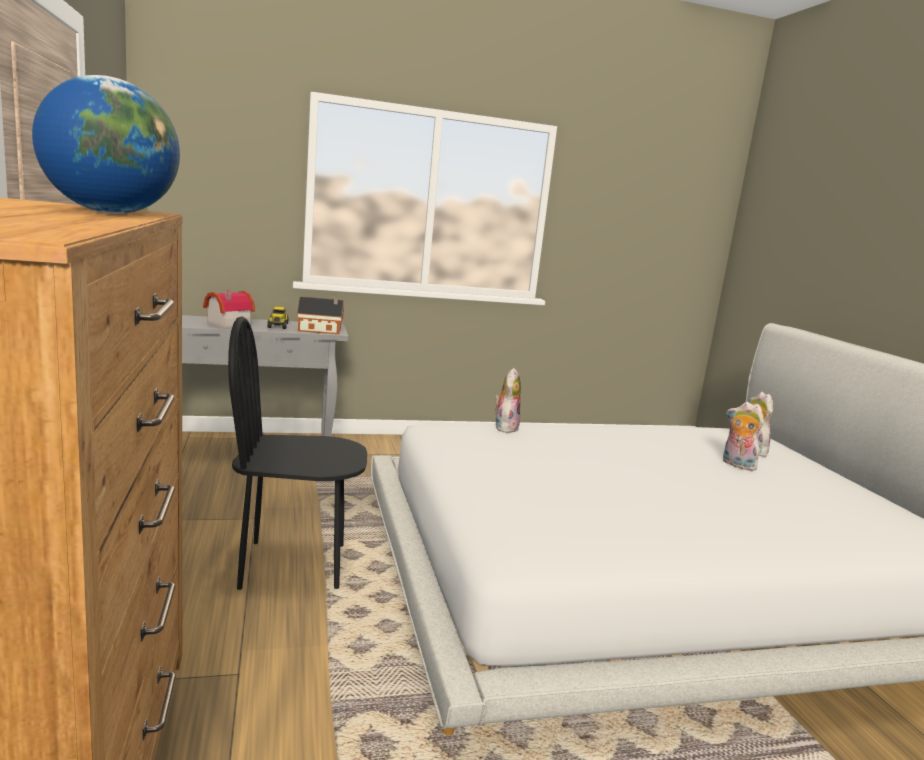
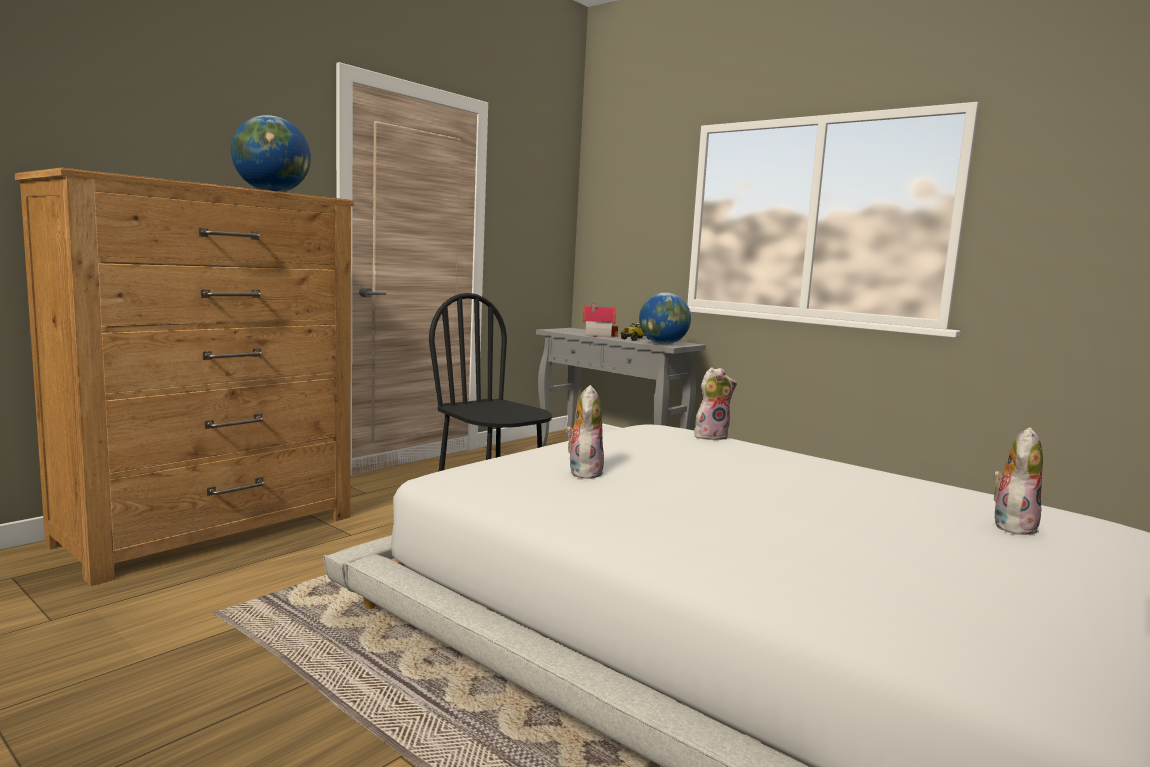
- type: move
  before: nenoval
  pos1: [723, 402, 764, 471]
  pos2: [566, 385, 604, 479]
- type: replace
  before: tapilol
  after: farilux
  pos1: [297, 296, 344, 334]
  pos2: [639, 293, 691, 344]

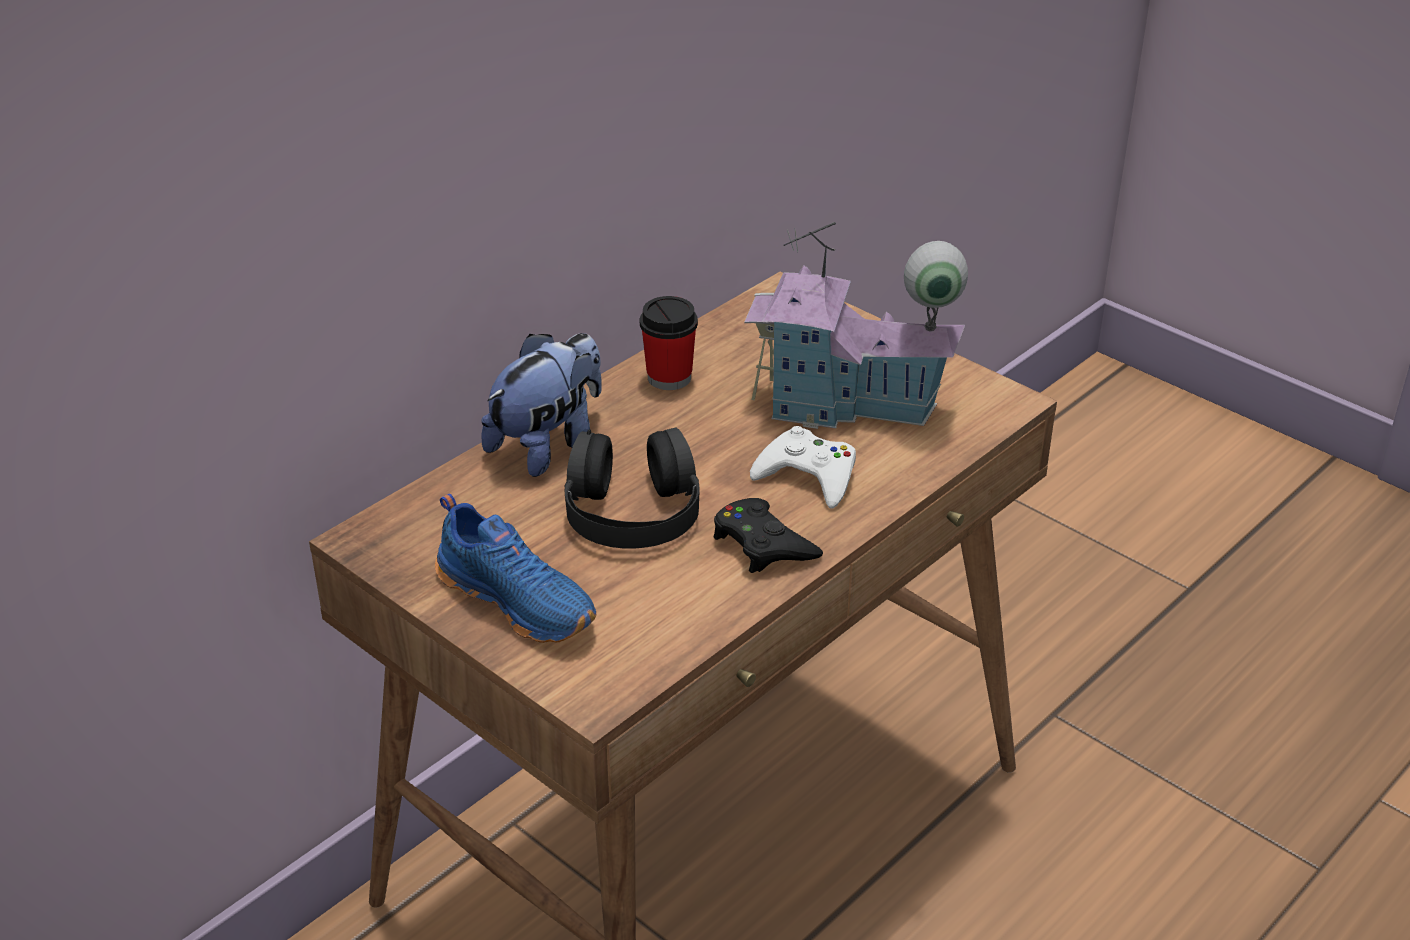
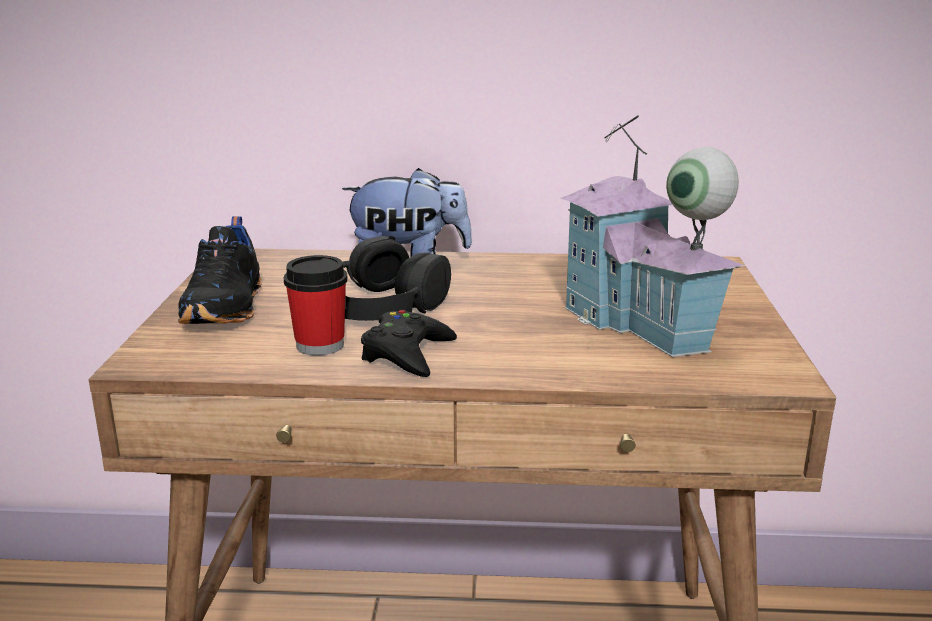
- type: delete
  before: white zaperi
  pos1: [750, 426, 856, 509]
- type: move
  before: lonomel
  pos1: [640, 296, 698, 390]
  pos2: [284, 255, 348, 356]
- type: recolor
  before: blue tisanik
  after: black tisanik
  pos1: [435, 493, 596, 643]
  pos2: [178, 216, 261, 324]

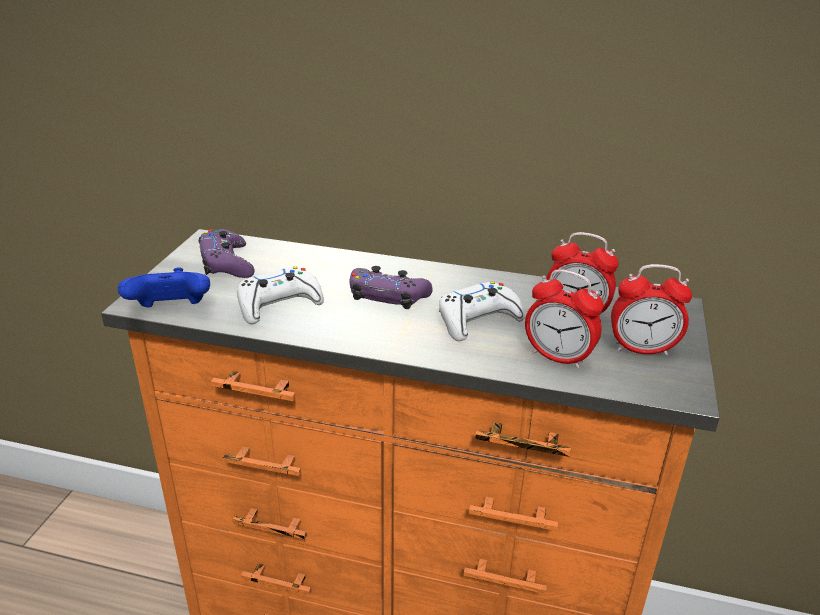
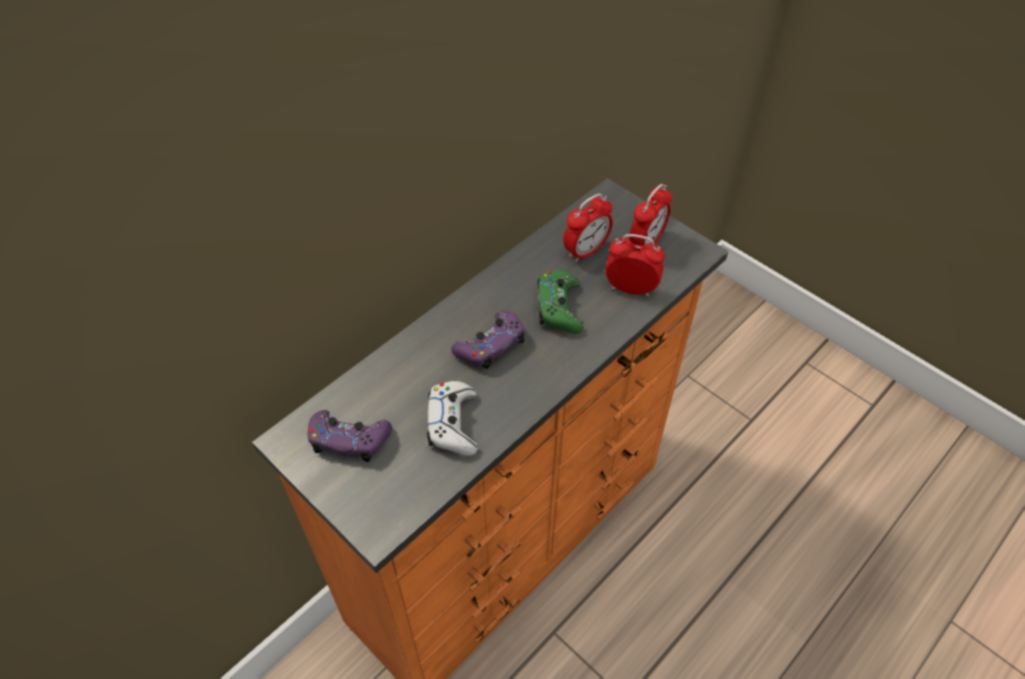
- type: delete
  before: blue zaperi
  pos1: [118, 268, 210, 307]
- type: recolor
  before: white zaperi
  after: green zaperi
  pos1: [439, 281, 525, 341]
  pos2: [537, 270, 584, 334]
- type: rotate
  before: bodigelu
  pos1: [525, 269, 604, 369]
  pos2: [605, 234, 665, 297]
  turn: -135

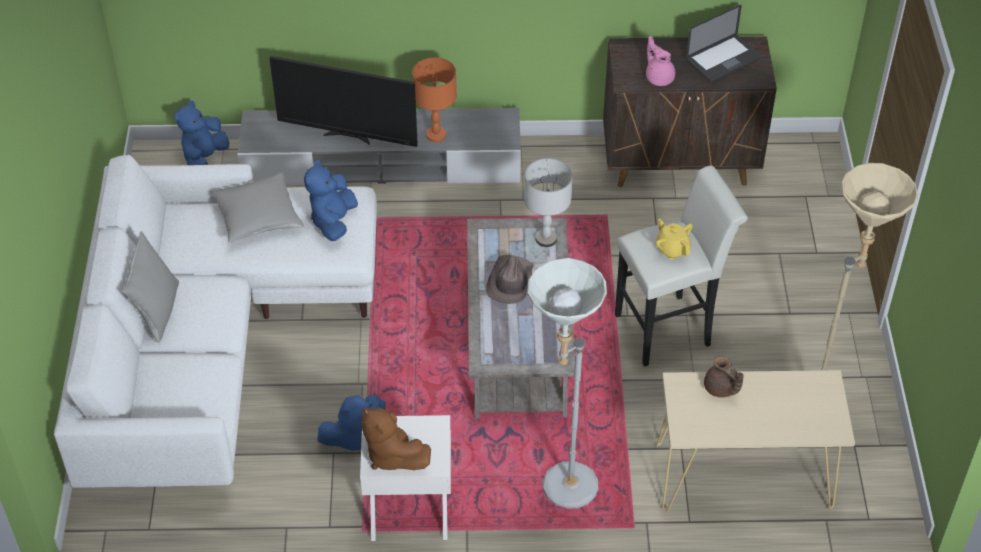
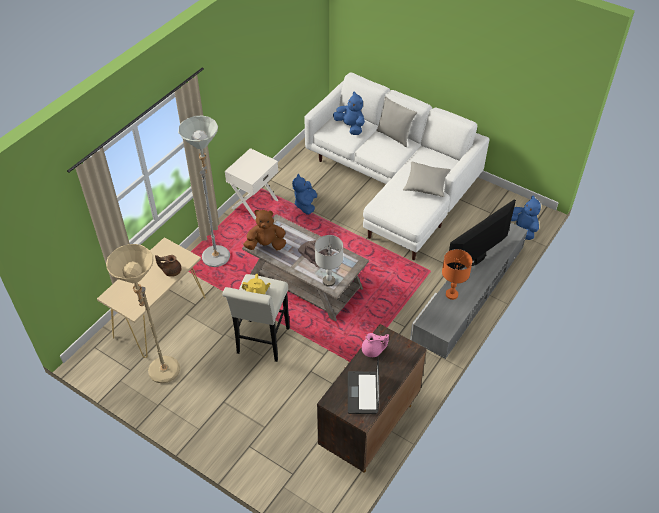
- type: move
  before: blue nenoval
  pos1: [304, 160, 358, 241]
  pos2: [333, 92, 365, 135]
- type: move
  before: brown nenoval
  pos1: [361, 406, 431, 470]
  pos2: [243, 210, 286, 251]

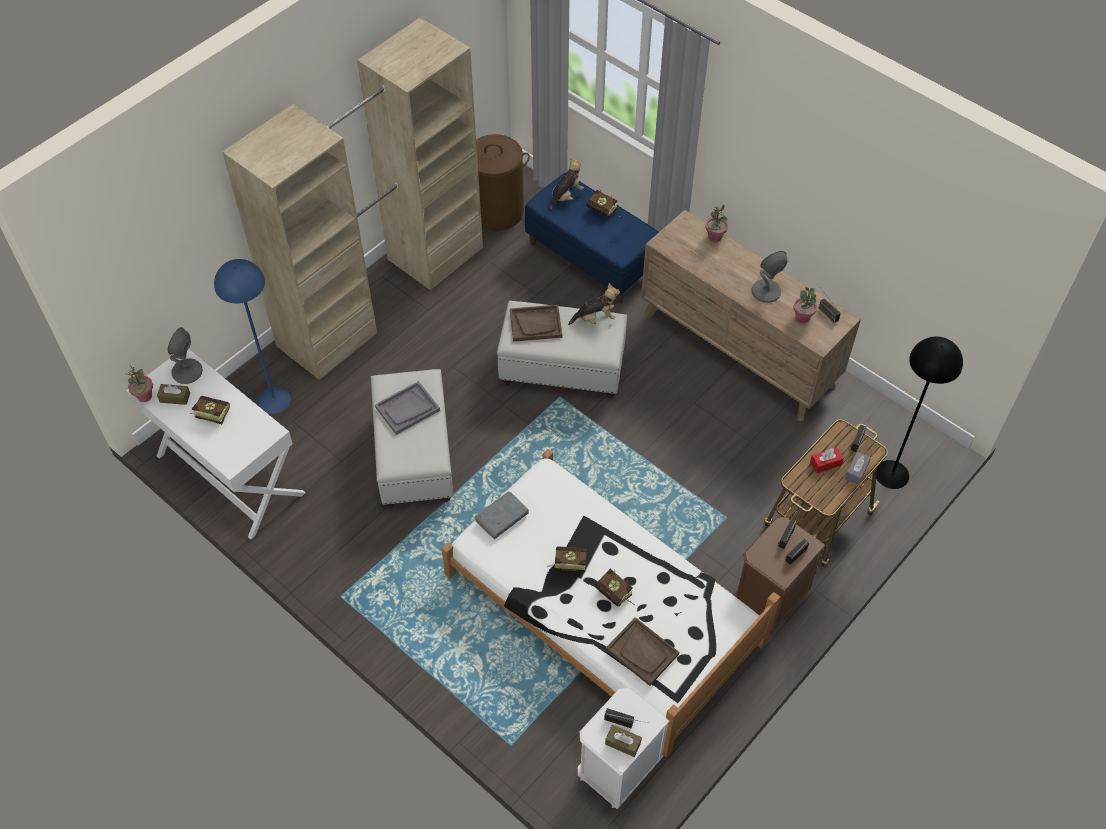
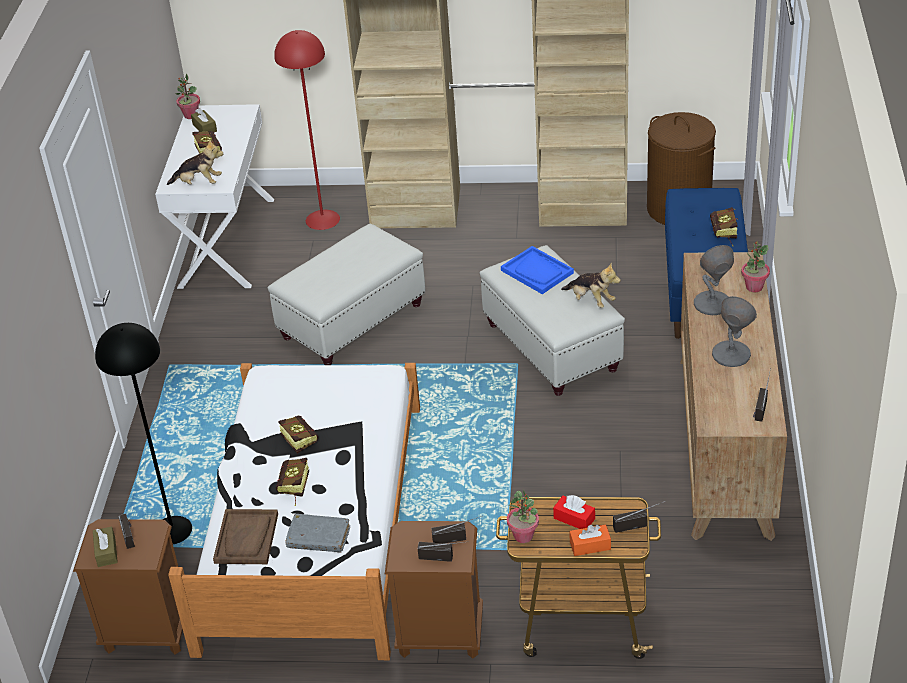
- type: delete
  before: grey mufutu
  pos1: [375, 381, 440, 435]
- type: move
  before: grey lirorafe
  pos1: [168, 327, 203, 384]
  pos2: [694, 245, 734, 315]
- type: move
  before: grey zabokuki
  pos1: [475, 491, 529, 539]
  pos2: [285, 514, 350, 552]
- type: move
  before: nenoval
  pos1: [549, 158, 584, 212]
  pos2: [167, 139, 223, 185]
- type: move
  before: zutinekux
  pos1: [793, 287, 817, 323]
  pos2: [507, 490, 539, 543]
- type: move
  before: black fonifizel
  pos1: [876, 337, 963, 489]
  pos2: [95, 323, 192, 544]
- type: recolor
  before: blue fonifizel
  after: red fonifizel
  pos1: [214, 259, 291, 414]
  pos2: [274, 30, 340, 230]
- type: recolor
  before: brown mufutu
  after: blue mufutu
  pos1: [510, 305, 562, 342]
  pos2: [501, 246, 574, 294]
- type: recolor
  before: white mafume
  after: brown mafume
  pos1: [578, 688, 670, 809]
  pos2: [73, 519, 183, 655]
- type: recolor
  before: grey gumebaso
  after: orange gumebaso
  pos1: [845, 452, 871, 485]
  pos2: [569, 525, 611, 556]

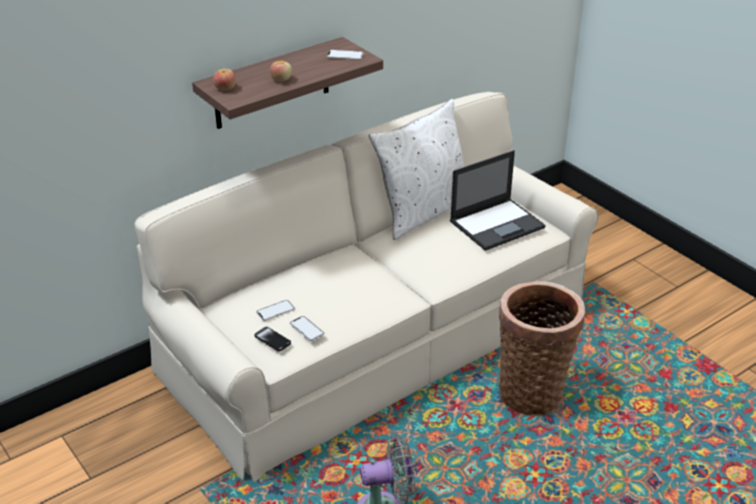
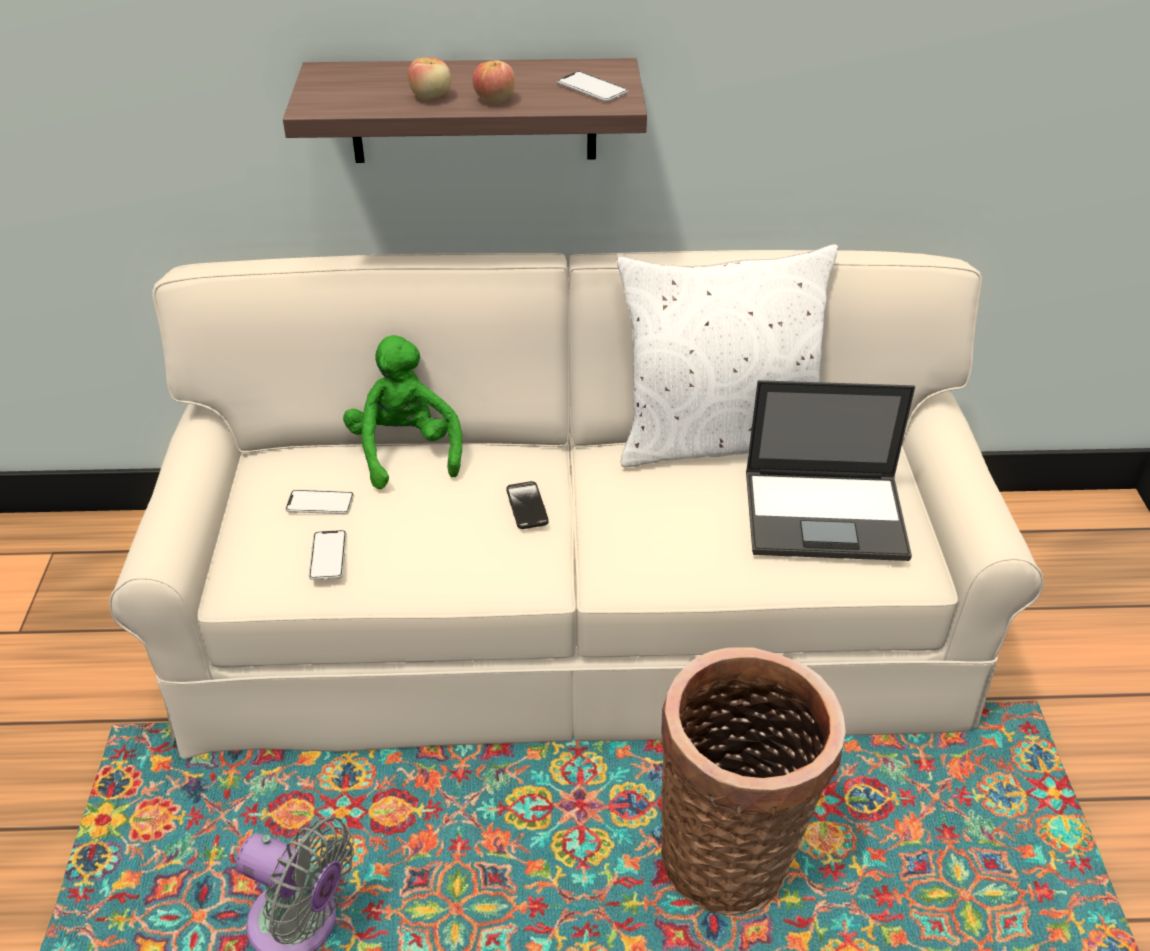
- type: insert
  after: green nenoval
  pos2: [343, 335, 462, 490]
- type: move
  before: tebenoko
  pos1: [213, 69, 236, 90]
  pos2: [473, 60, 515, 104]
- type: move
  before: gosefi
  pos1: [255, 327, 291, 352]
  pos2: [506, 481, 549, 529]

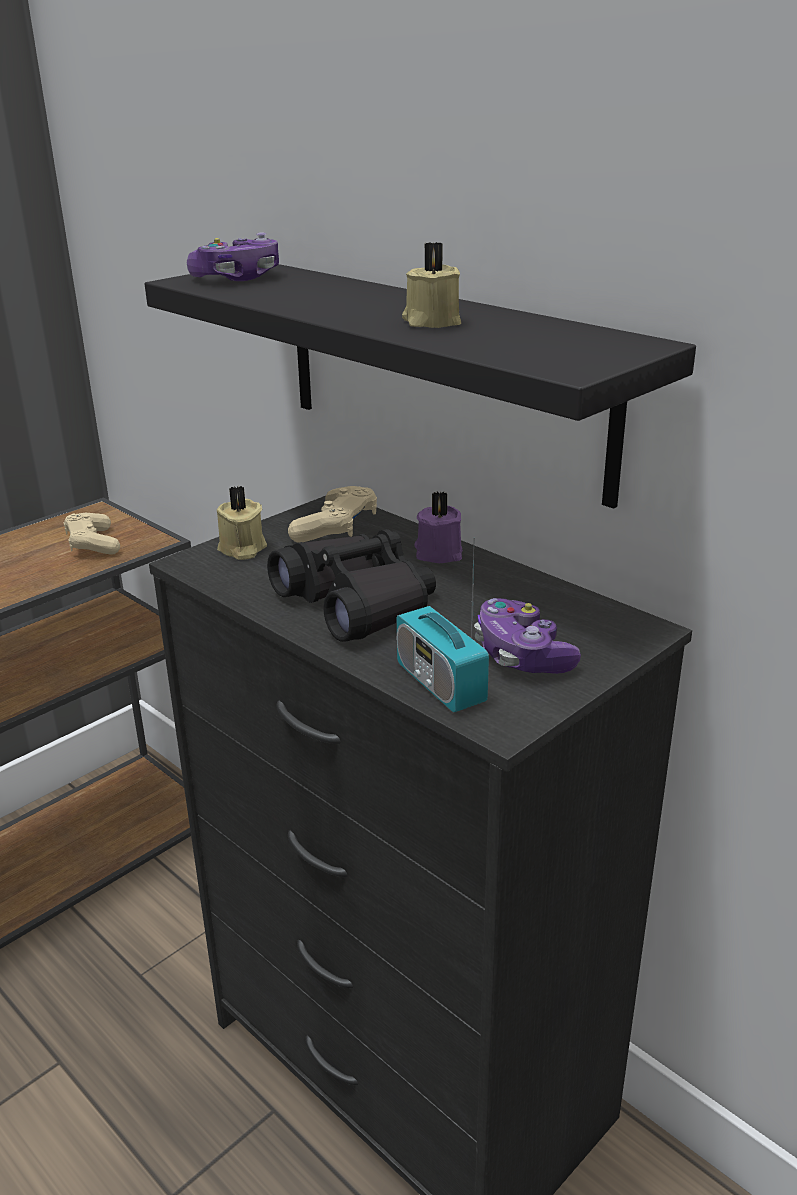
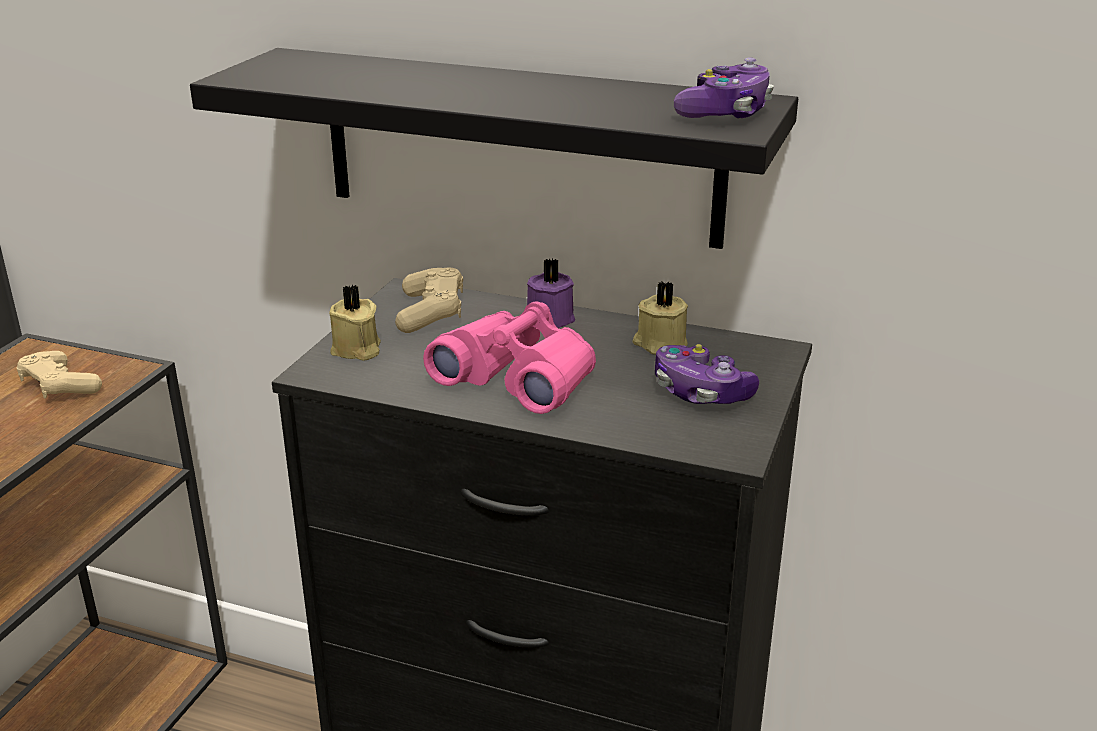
- type: delete
  before: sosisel
  pos1: [397, 537, 489, 712]
- type: move
  before: zaperi
  pos1: [187, 232, 279, 281]
  pos2: [674, 58, 774, 118]
- type: move
  before: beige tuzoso
  pos1: [402, 242, 461, 328]
  pos2: [632, 281, 688, 354]
- type: recolor
  before: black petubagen
  after: pink petubagen
  pos1: [267, 529, 436, 642]
  pos2: [423, 301, 596, 414]

